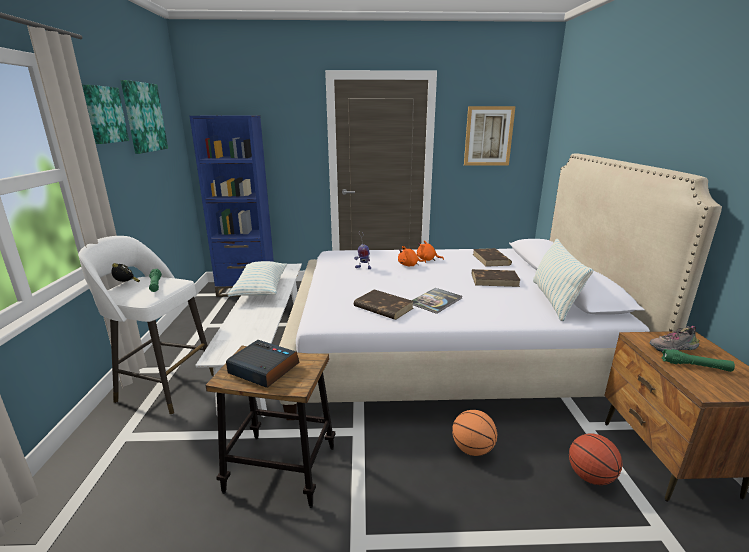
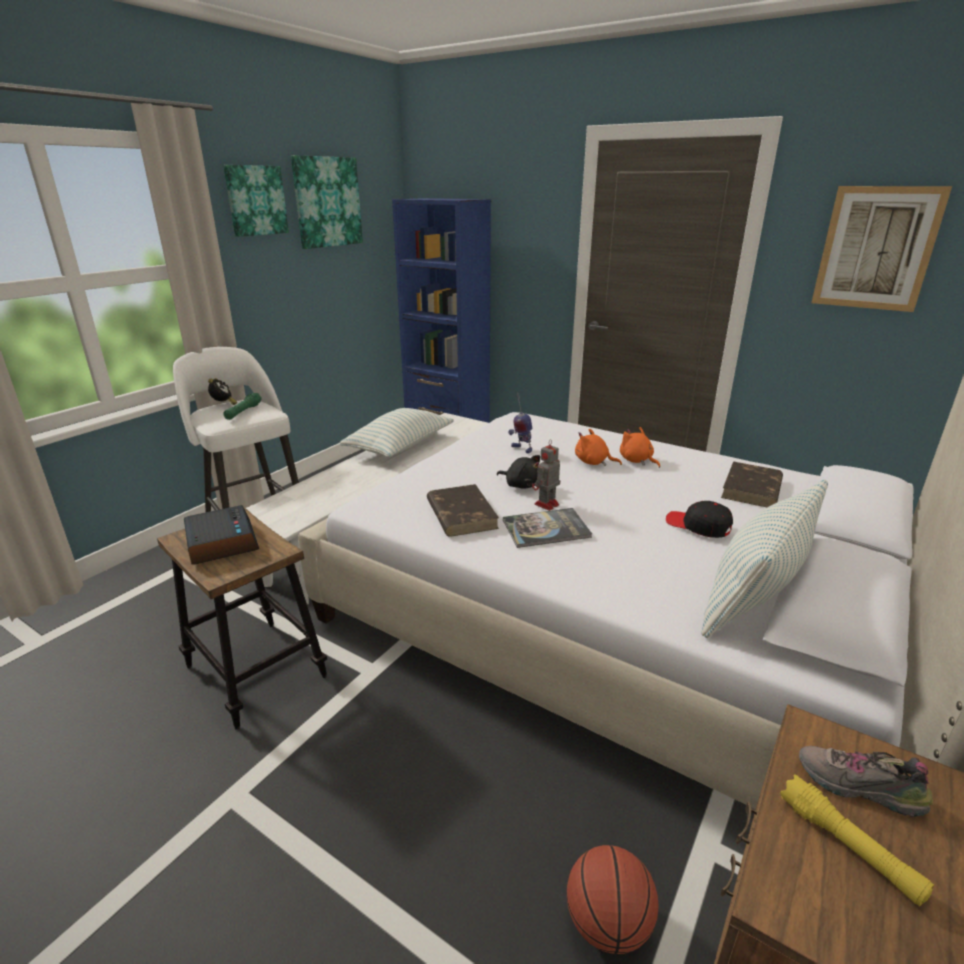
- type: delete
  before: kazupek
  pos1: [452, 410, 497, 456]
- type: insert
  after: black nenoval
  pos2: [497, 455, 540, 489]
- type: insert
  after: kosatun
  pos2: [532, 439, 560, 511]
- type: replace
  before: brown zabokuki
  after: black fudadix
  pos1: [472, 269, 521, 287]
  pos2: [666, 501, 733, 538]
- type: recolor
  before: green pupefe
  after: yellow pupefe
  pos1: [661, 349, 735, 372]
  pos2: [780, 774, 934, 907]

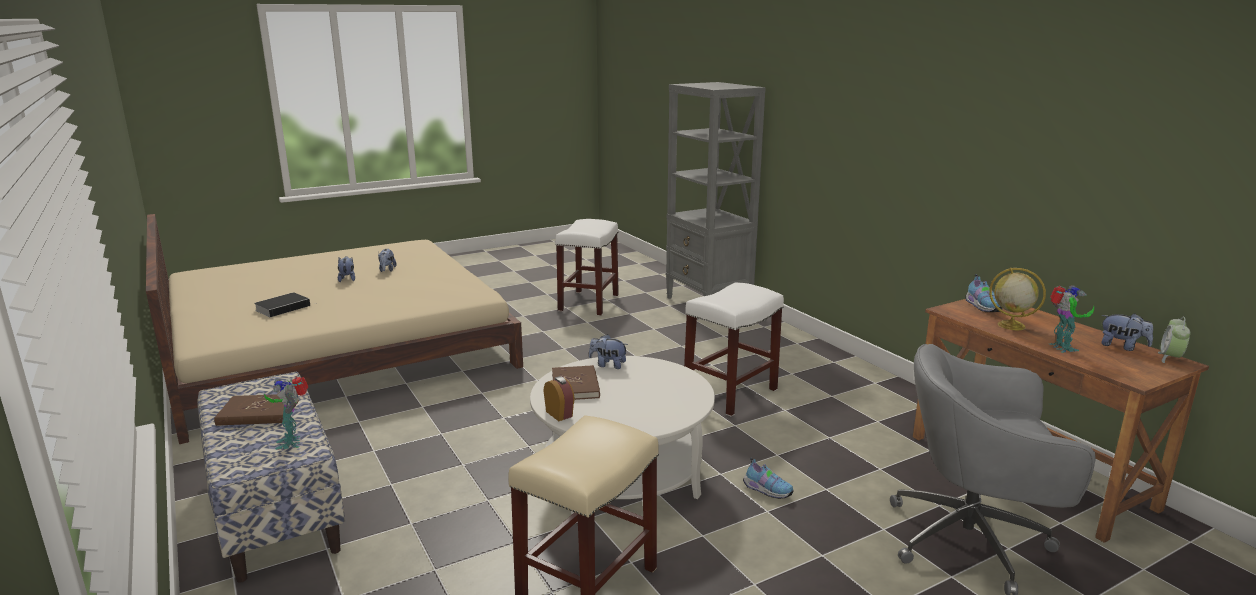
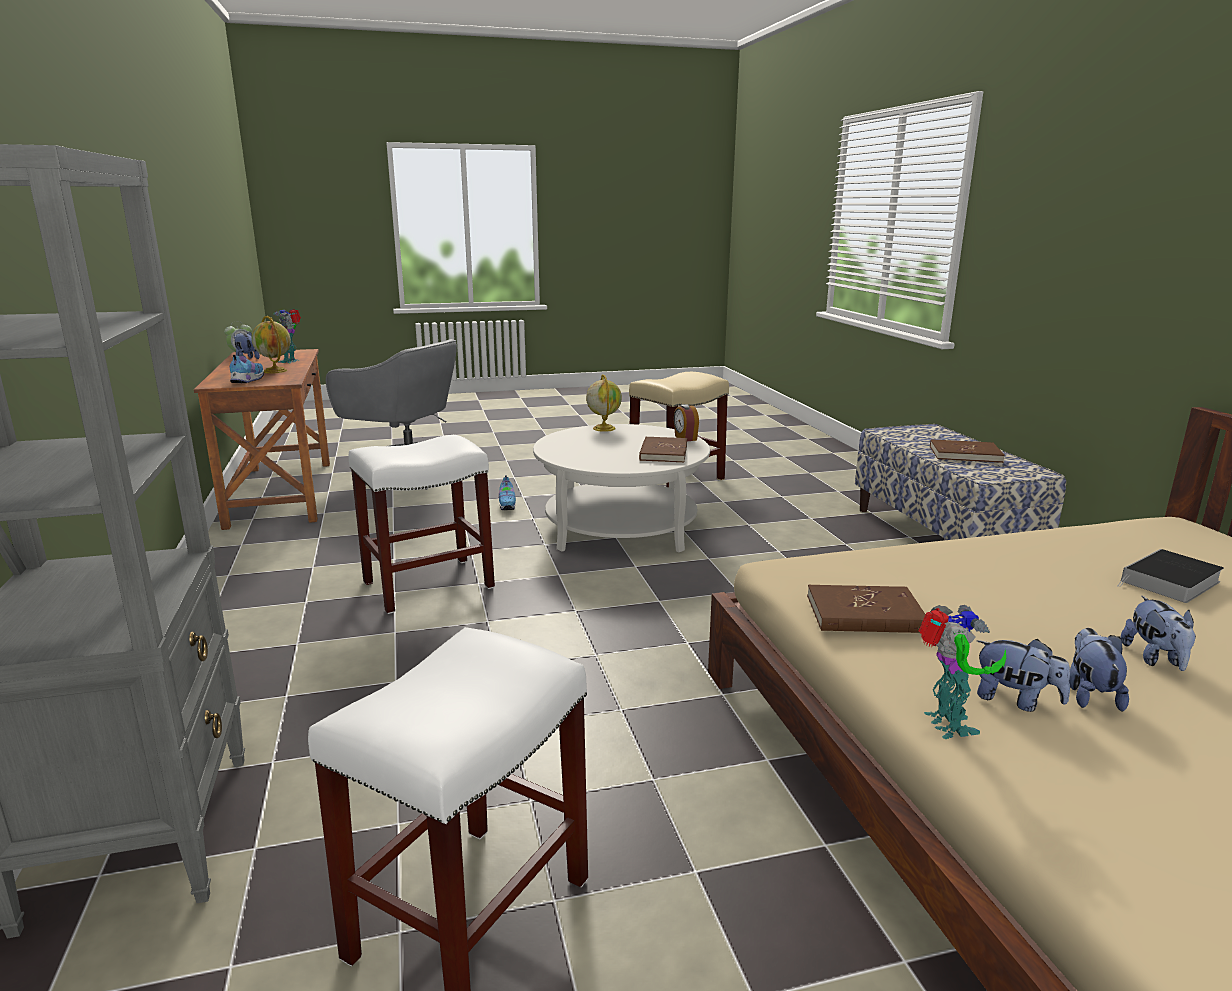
- type: insert
  after: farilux
  pos2: [586, 374, 622, 432]
- type: insert
  after: brown zabokuki
  pos2: [807, 585, 925, 633]
- type: move
  before: kosatun
  pos1: [264, 376, 309, 450]
  pos2: [918, 605, 1006, 739]
- type: move
  before: nenoval
  pos1: [589, 334, 628, 369]
  pos2: [977, 639, 1070, 712]
- type: rotate
  before: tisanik
  pos1: [743, 457, 794, 499]
  pos2: [499, 475, 516, 510]
  turn: -150

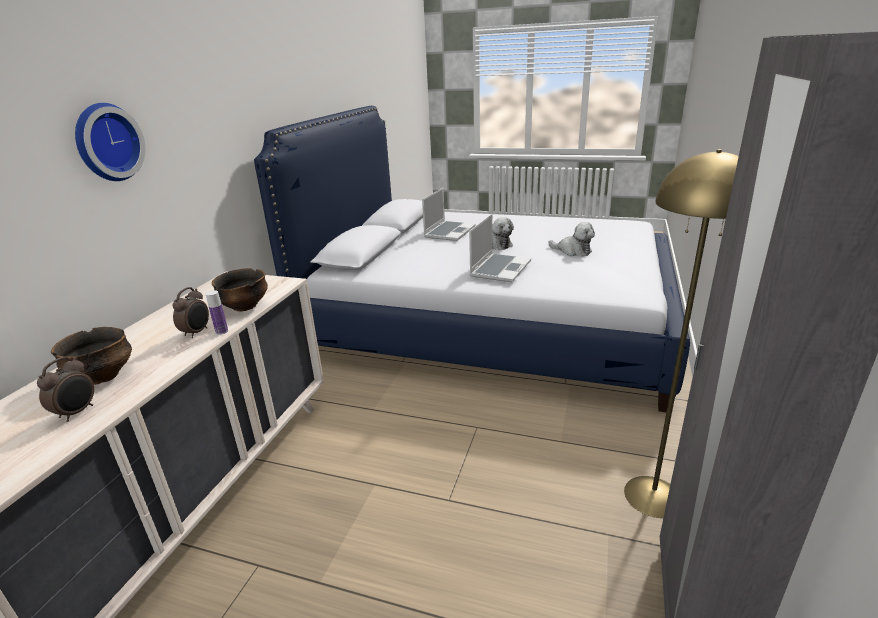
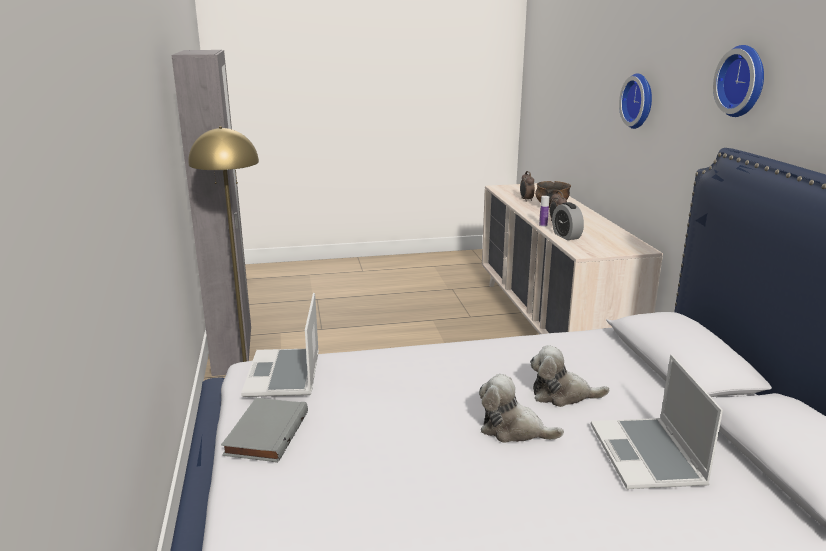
- type: insert
  after: grey zabokuki
  pos2: [221, 398, 308, 463]
- type: insert
  after: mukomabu
  pos2: [713, 45, 764, 117]
- type: move
  before: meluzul
  pos1: [469, 214, 531, 282]
  pos2: [241, 293, 319, 397]
- type: move
  before: nenoval
  pos1: [548, 222, 595, 257]
  pos2: [530, 345, 609, 407]
- type: replace
  before: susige
  after: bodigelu
  pos1: [212, 268, 268, 312]
  pos2: [552, 202, 584, 240]

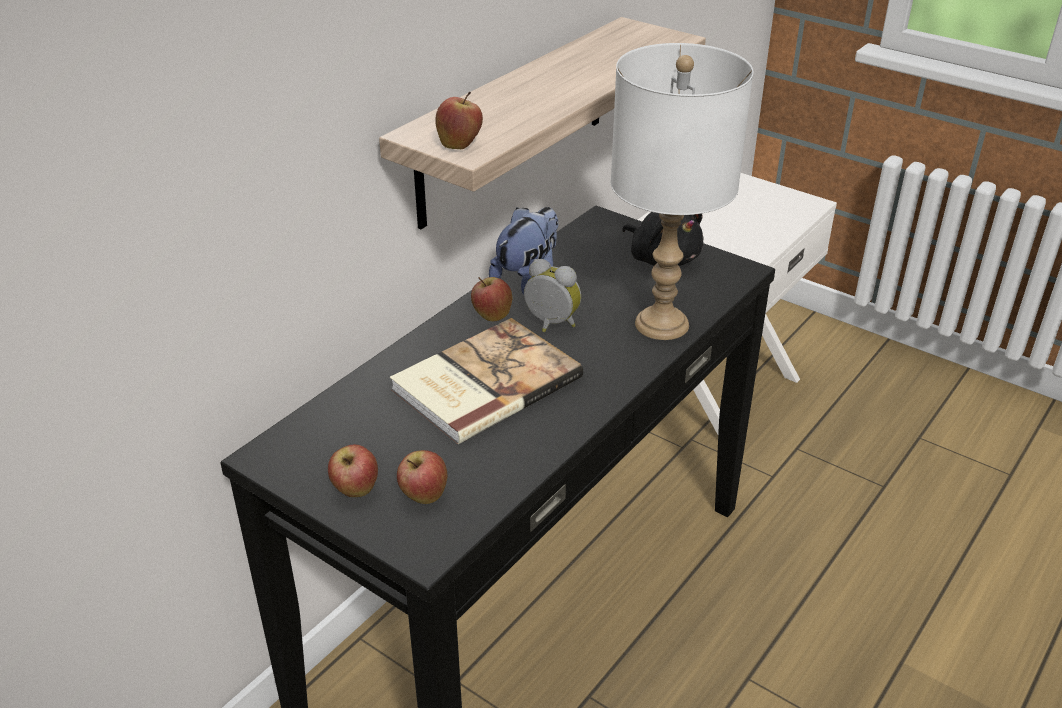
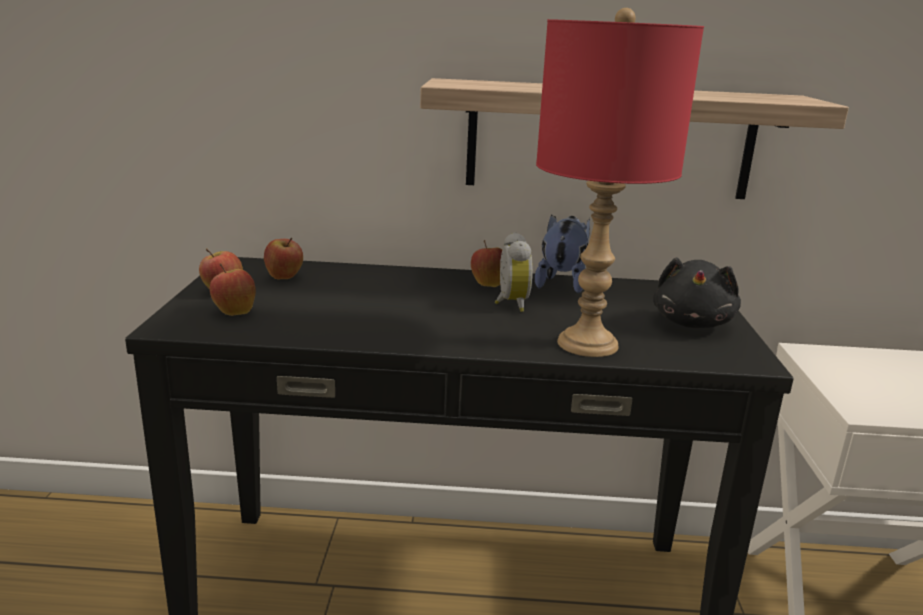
- type: delete
  before: zabokuki
  pos1: [390, 318, 583, 444]
- type: move
  before: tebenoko
  pos1: [435, 92, 483, 149]
  pos2: [264, 237, 303, 279]
- type: recolor
  before: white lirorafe
  after: red lirorafe
  pos1: [611, 43, 754, 340]
  pos2: [536, 8, 704, 357]
- type: rotate
  before: nenoval
  pos1: [489, 207, 558, 295]
  pos2: [535, 214, 590, 293]
  turn: -75

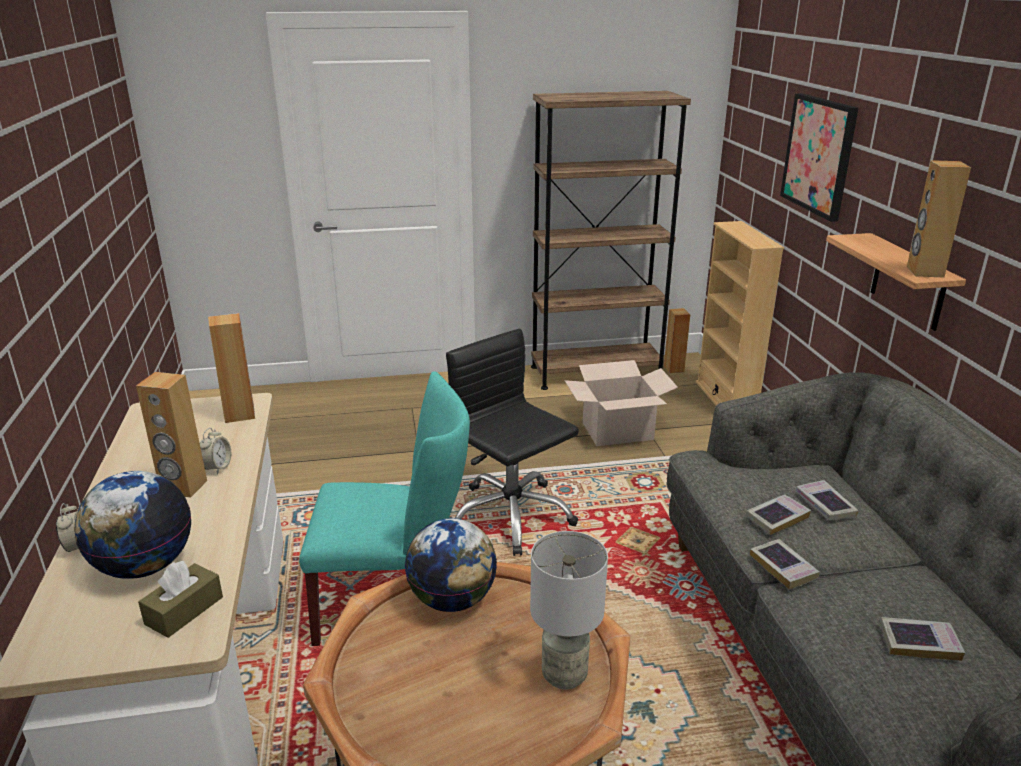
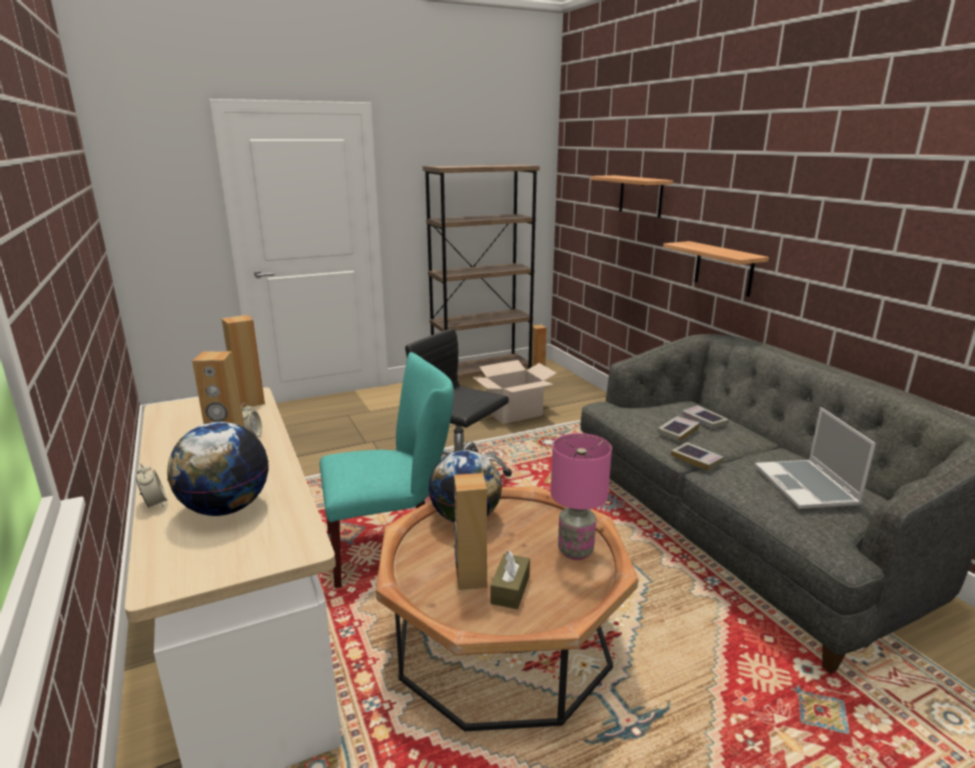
- type: delete
  before: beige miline
  pos1: [696, 221, 784, 405]
- type: move
  before: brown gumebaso
  pos1: [138, 561, 223, 638]
  pos2: [490, 551, 530, 609]
- type: move
  before: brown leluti
  pos1: [907, 160, 971, 278]
  pos2: [454, 473, 487, 590]
- type: replace
  before: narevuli
  after: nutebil
  pos1: [780, 93, 858, 222]
  pos2: [591, 175, 673, 218]
- type: replace
  before: zabokuki
  after: meluzul
  pos1: [880, 617, 965, 661]
  pos2: [755, 407, 876, 509]
- type: recolor
  before: grey lirorafe
  after: pink lirorafe
  pos1: [530, 531, 608, 690]
  pos2: [551, 433, 612, 560]

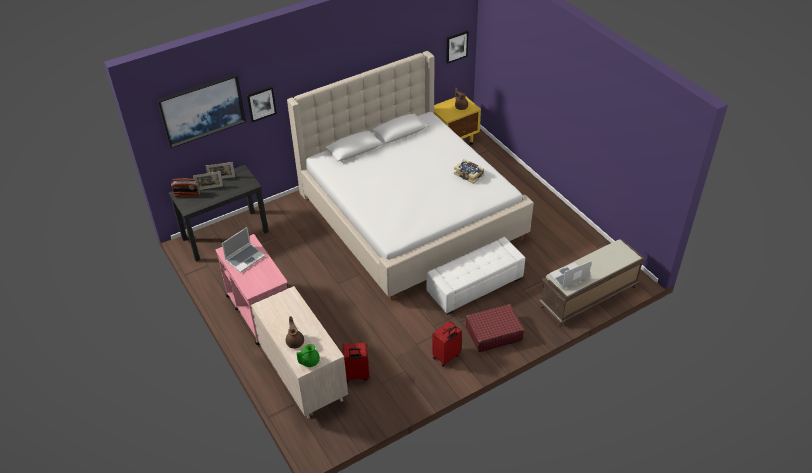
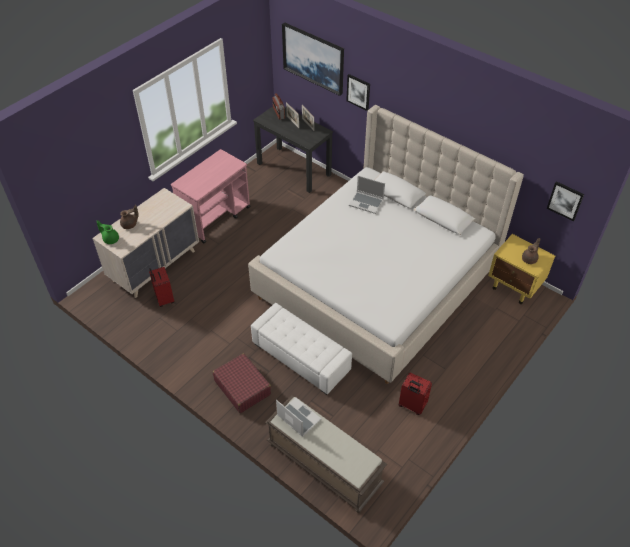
- type: delete
  before: zabokuki
  pos1: [454, 159, 484, 184]
- type: move
  before: meluzul
  pos1: [222, 227, 265, 273]
  pos2: [349, 176, 385, 214]
- type: move
  before: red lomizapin
  pos1: [432, 321, 462, 367]
  pos2: [399, 373, 432, 415]

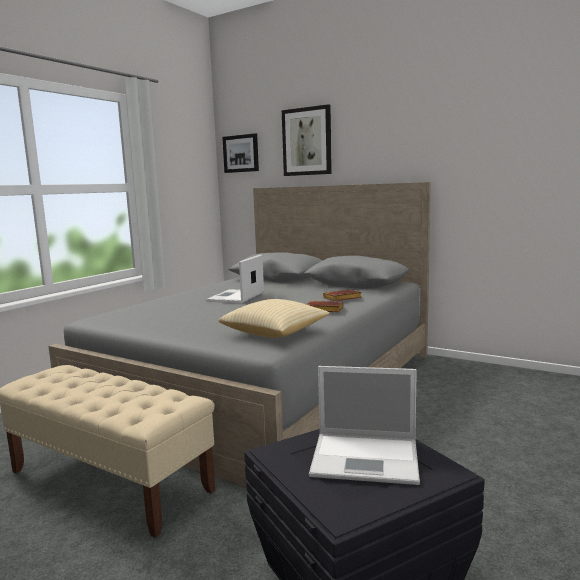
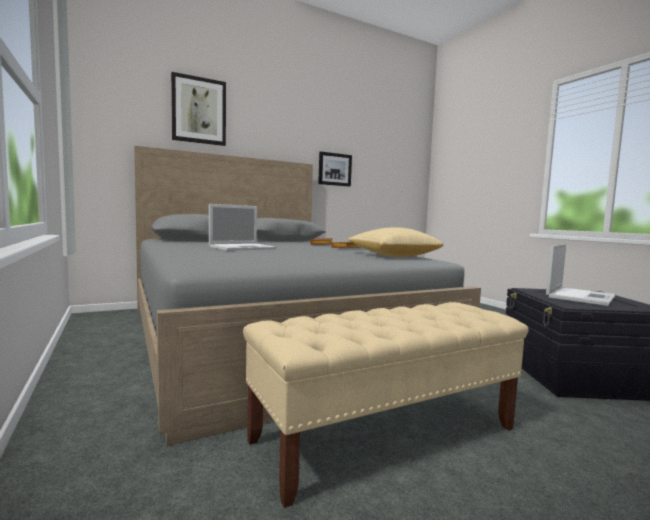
- type: move
  before: narevuli
  pos1: [222, 133, 259, 173]
  pos2: [318, 151, 352, 187]
- type: rotate
  before: meluzul
  pos1: [206, 255, 264, 303]
  pos2: [209, 204, 276, 251]
  turn: -90

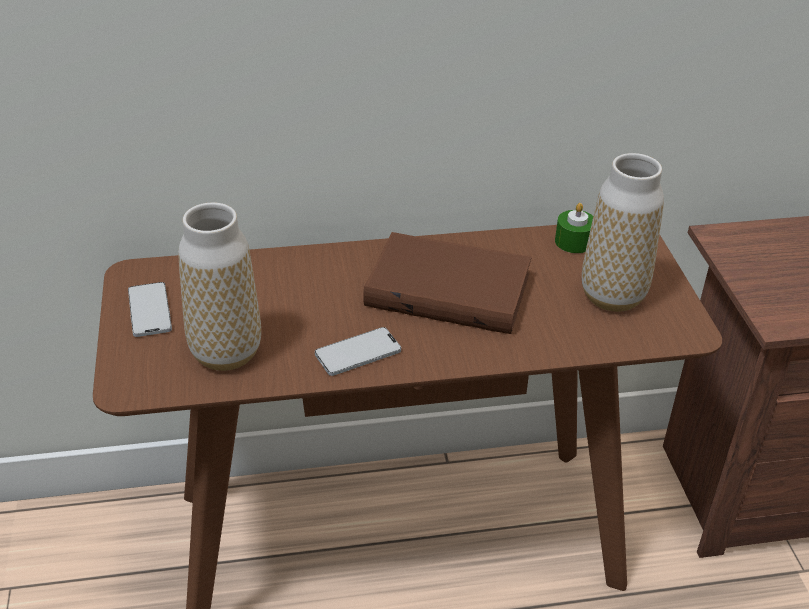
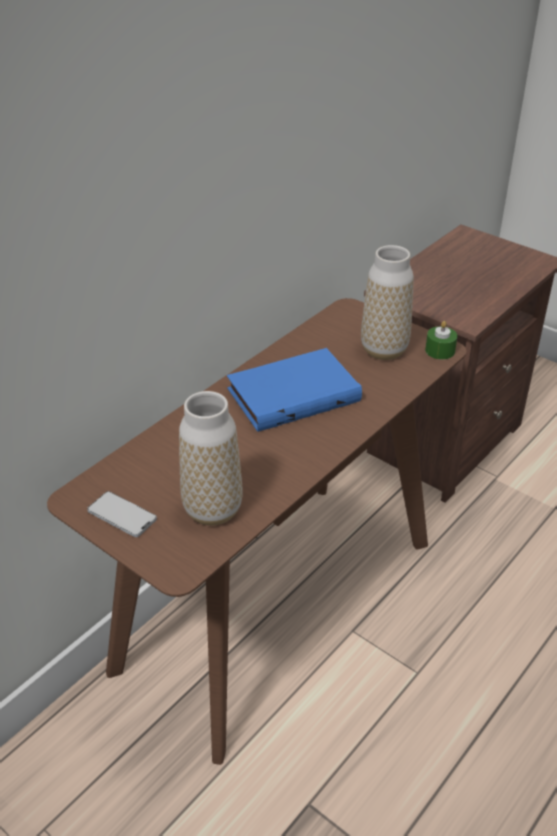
- type: delete
  before: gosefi
  pos1: [315, 327, 401, 376]
- type: move
  before: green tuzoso
  pos1: [555, 203, 593, 253]
  pos2: [425, 321, 457, 360]
- type: recolor
  before: brown zabokuki
  after: blue zabokuki
  pos1: [363, 232, 531, 334]
  pos2: [227, 348, 362, 432]

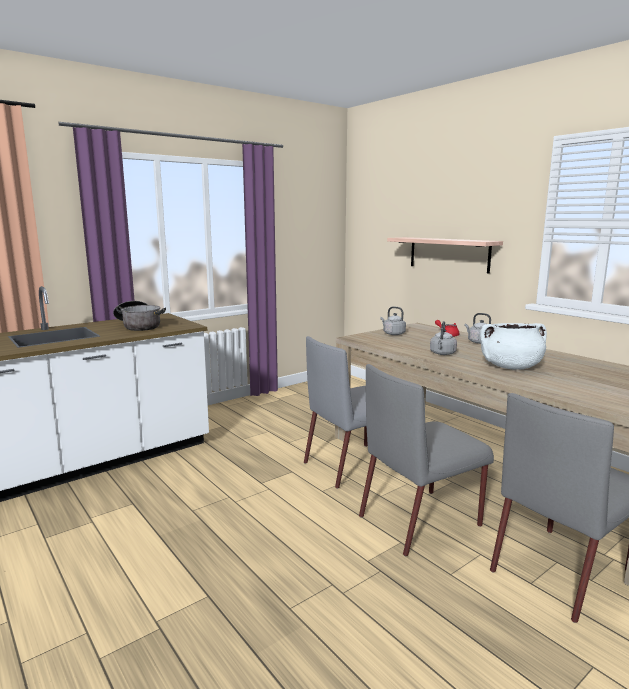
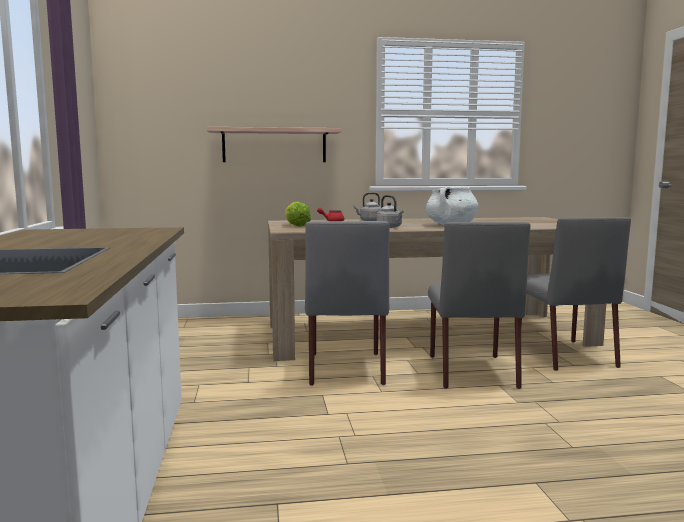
- type: delete
  before: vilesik
  pos1: [113, 301, 166, 331]
- type: replace
  before: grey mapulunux
  after: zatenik
  pos1: [380, 307, 406, 335]
  pos2: [285, 201, 311, 227]

